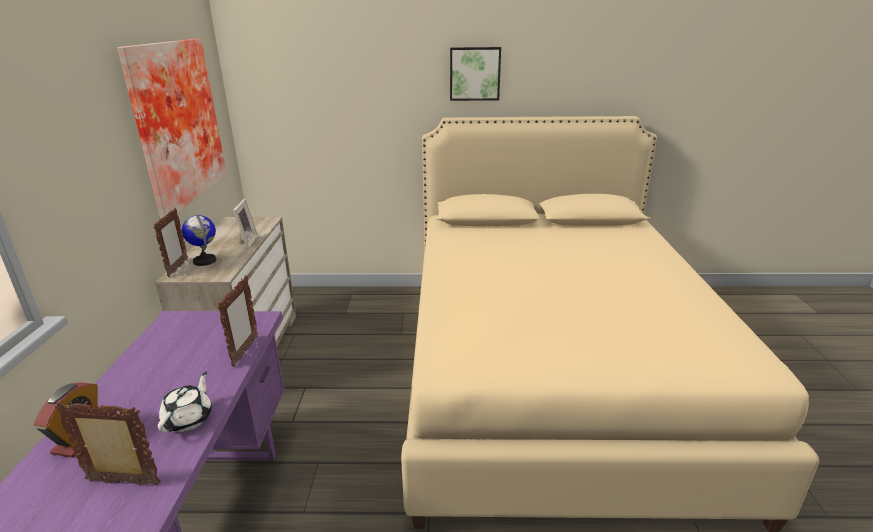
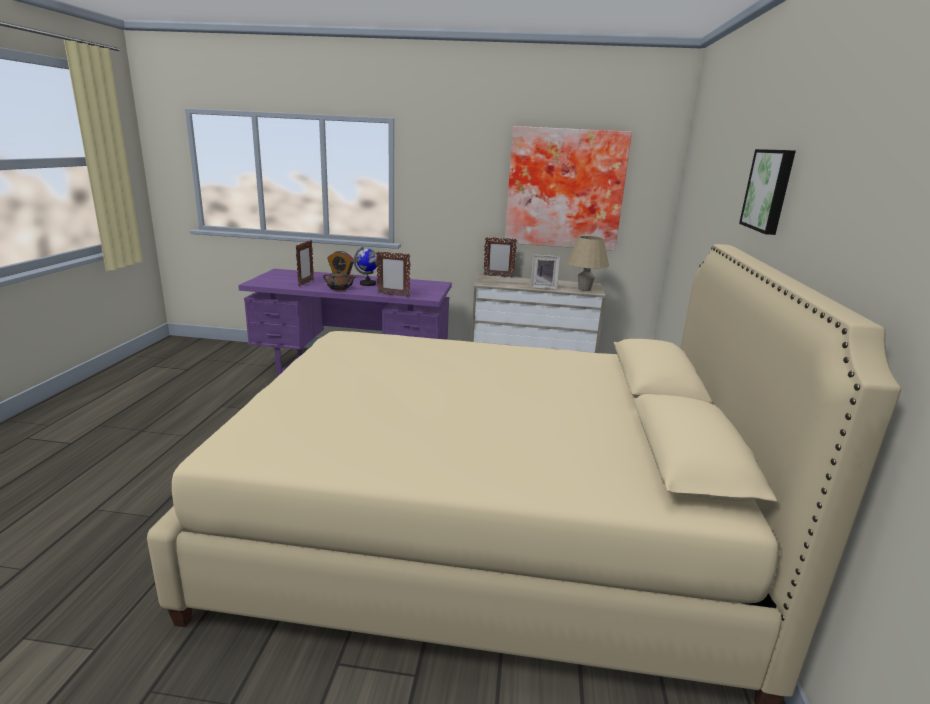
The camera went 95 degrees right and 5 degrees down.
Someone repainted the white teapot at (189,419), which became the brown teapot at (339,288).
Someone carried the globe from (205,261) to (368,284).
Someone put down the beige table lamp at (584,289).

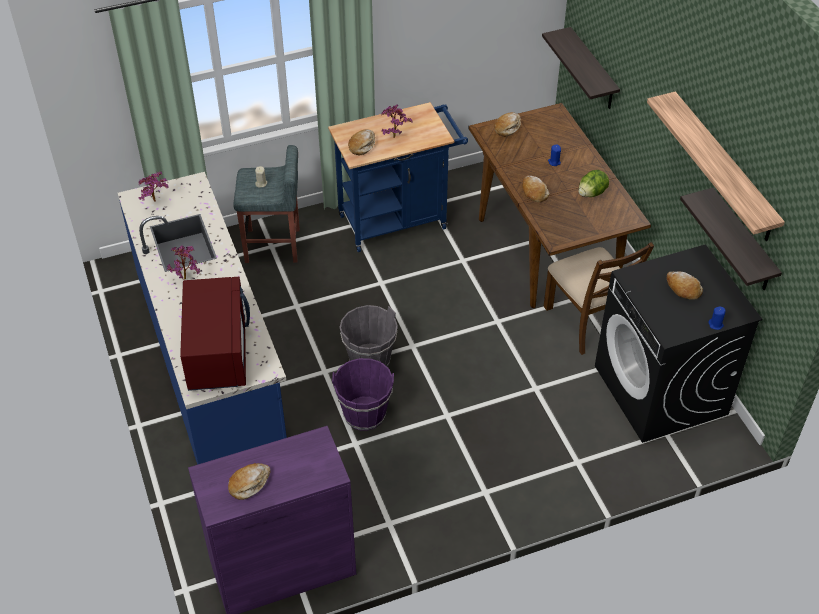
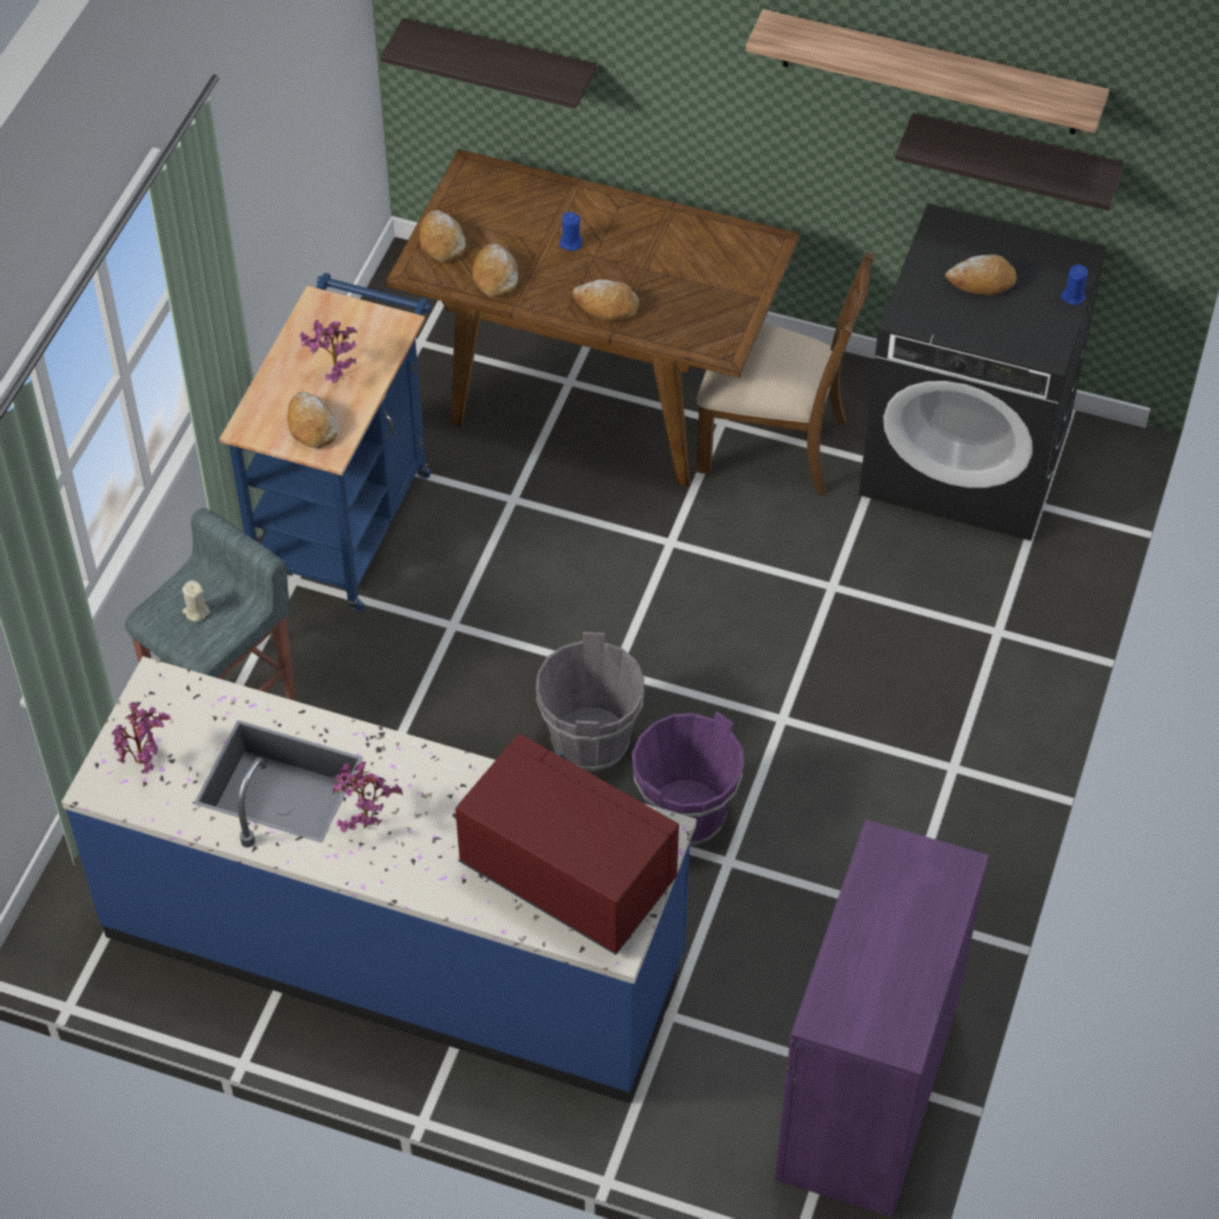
The camera went 50 degrees left and 5 degrees up.
Someone carried the bread from (249,484) to (495,276).
Someone took away the lettuce at (591,193).

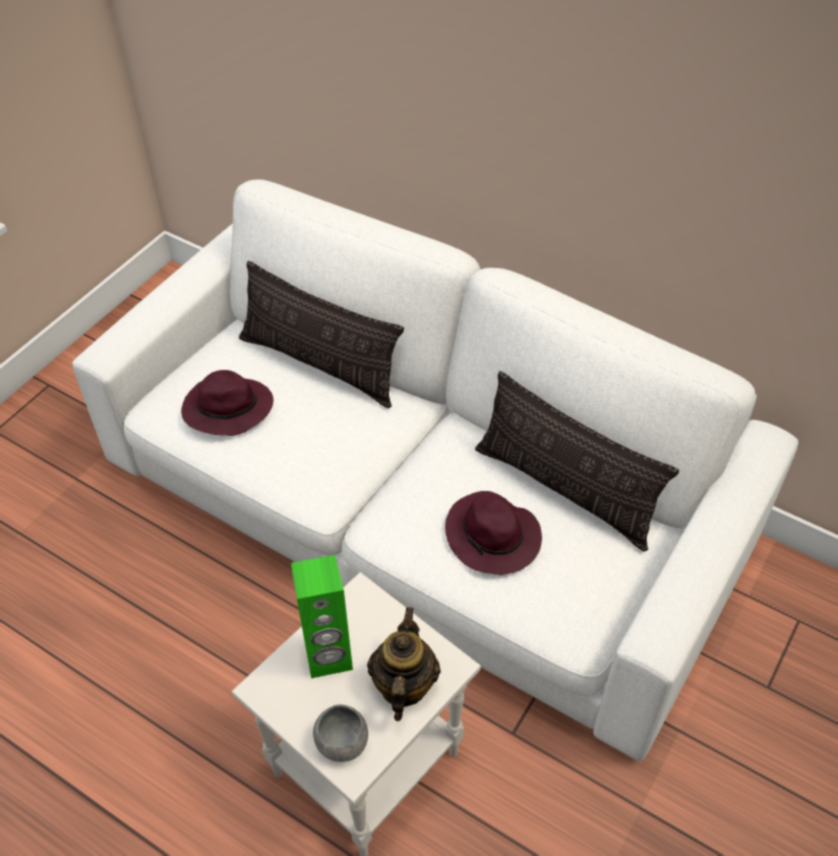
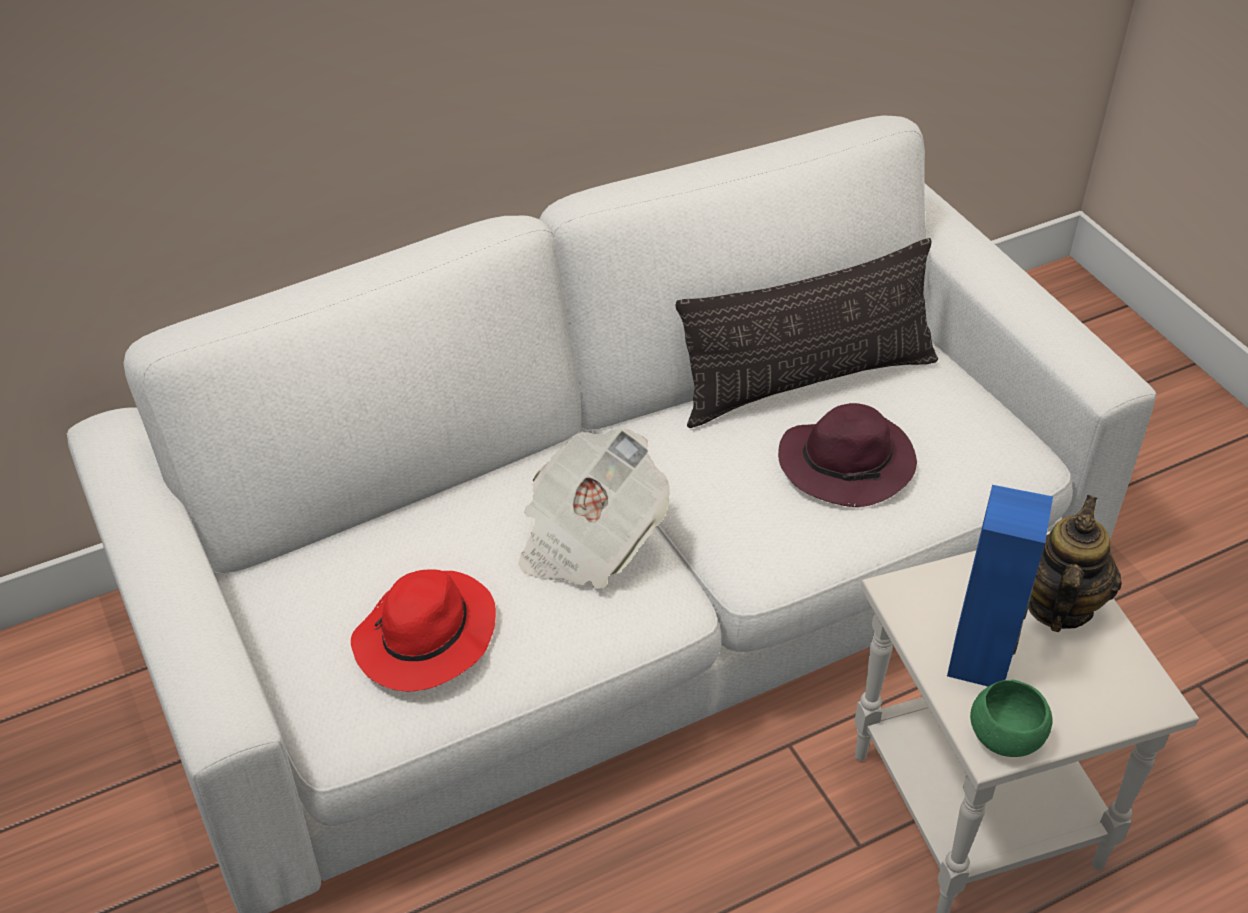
The camera went 60 degrees left and 5 degrees down.
Someone repainted the purple hat at (226,410), which became the red hat at (425,639).
Someone took away the pillow at (320,364).
Someone repainted the green speaker at (329,657), which became the blue speaker at (980,660).
Someone took away the grey bowl at (342,742).
Someone rotated the teapot at (403,685) by 75 degrees clockwise.
Someone put down the newspaper at (588,538).
Someone put down the green bowl at (1006,738).

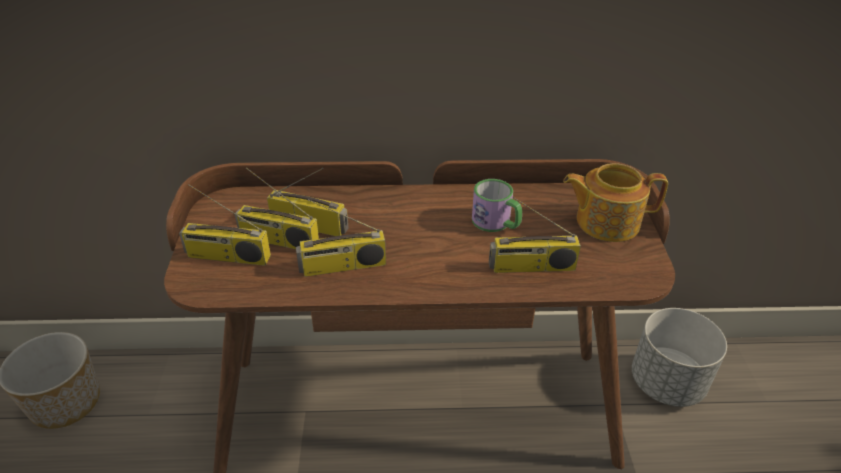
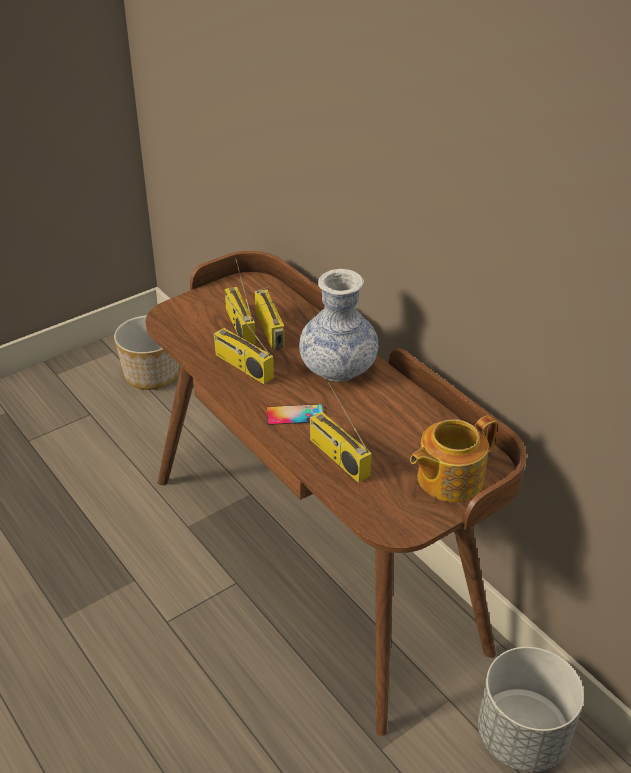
The camera went 55 degrees right and 0 degrees up.
Someone took away the radio at (227,257).
Someone took away the mug at (496,223).
Someone rotated the teapot at (605,221) by 90 degrees counterclockwise.
Someone put down the phone at (295,415).
Someone put down the vase at (338,369).

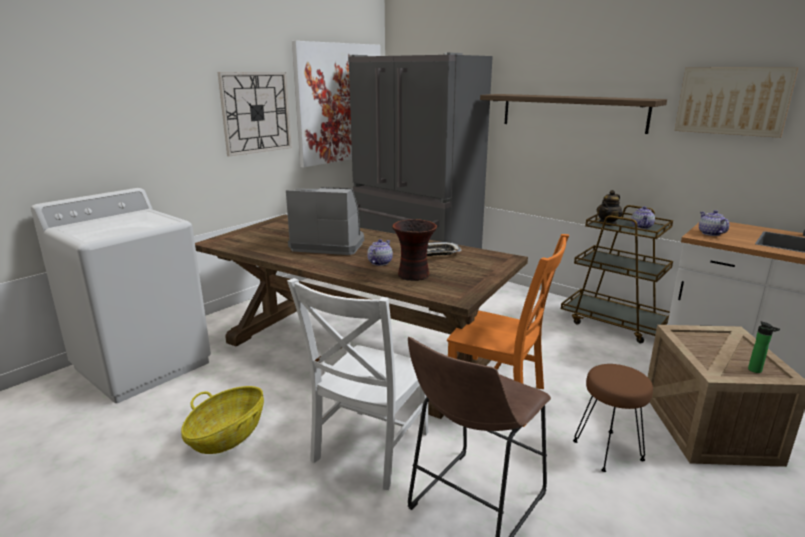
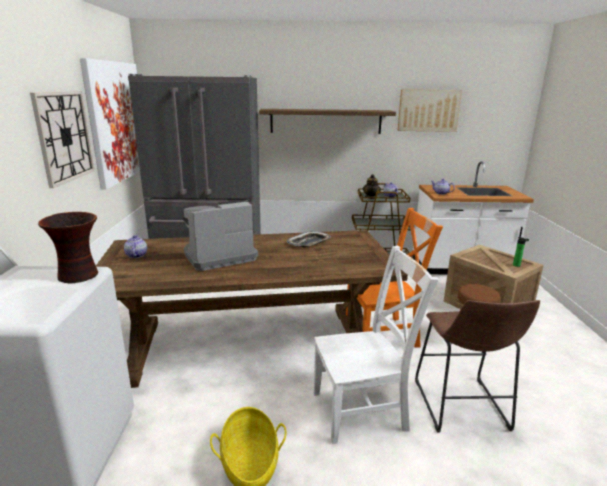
The camera went 40 degrees left and 0 degrees up.
Someone rotated the white chair at (368,449) by 90 degrees counterclockwise.
Someone carried the teapot from (379,262) to (136,255).
Someone carried the vase from (414,275) to (79,276).

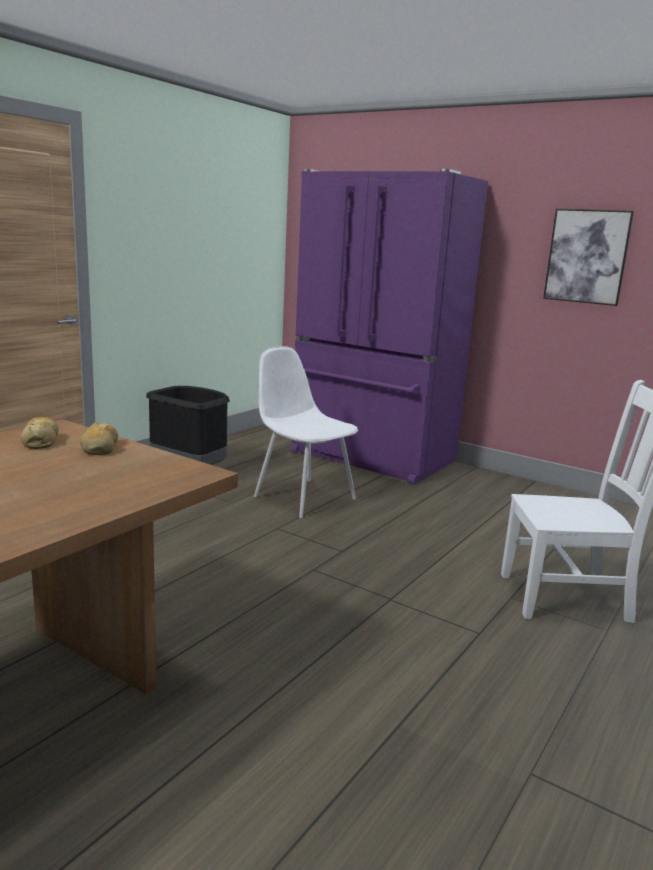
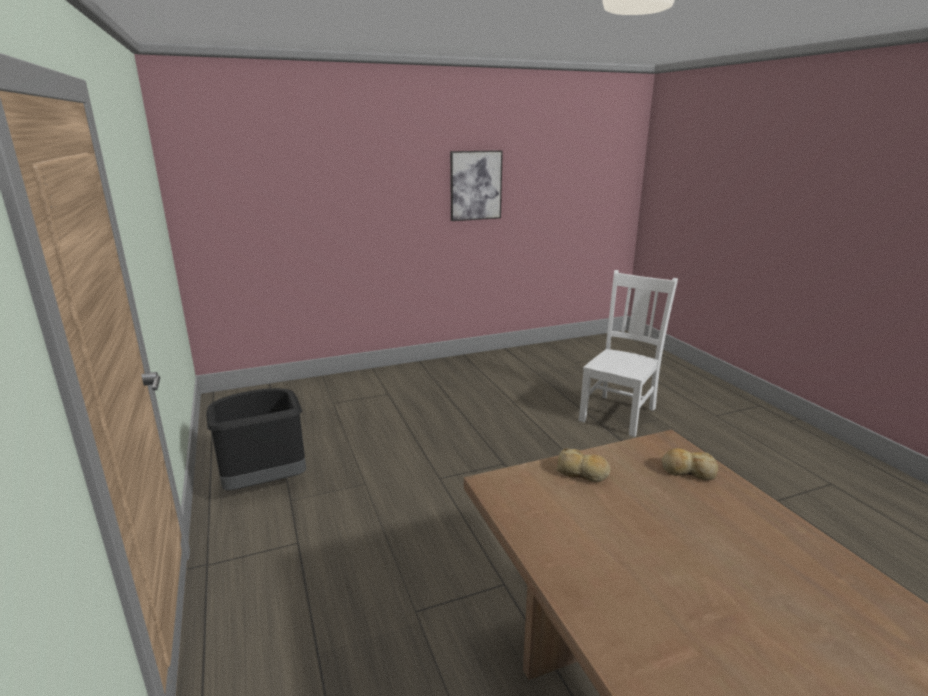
The camera went 55 degrees left and 5 degrees up.
Someone carried the bread from (40,441) to (687,471).
Someone took away the white chair at (303,497).
Someone took away the purple fridge at (370,458).

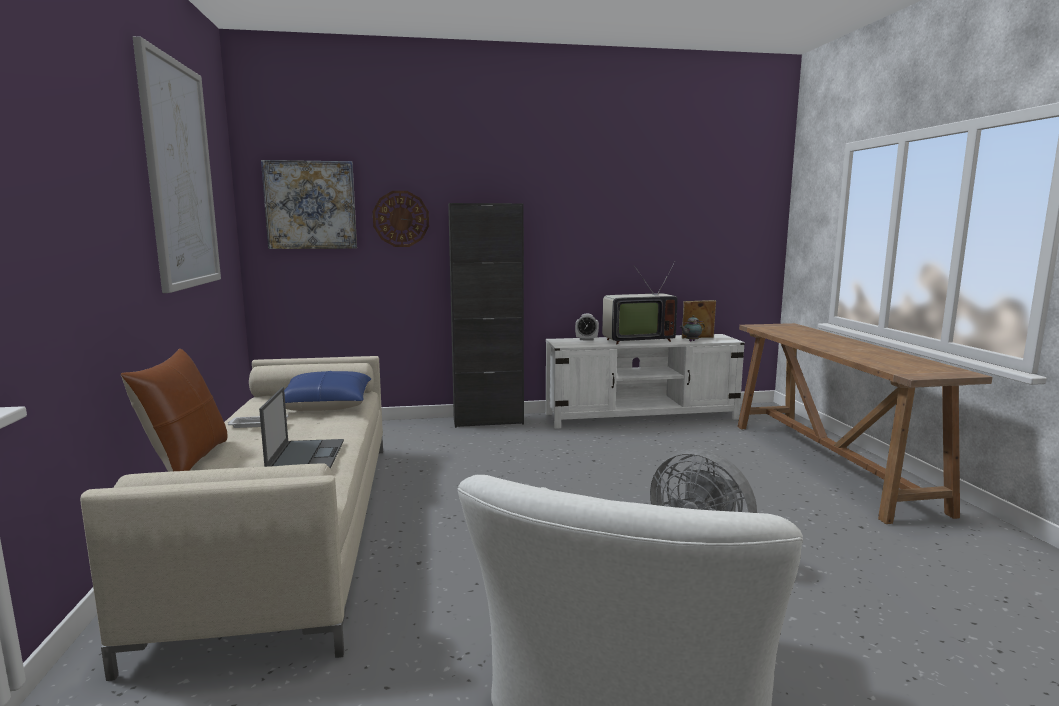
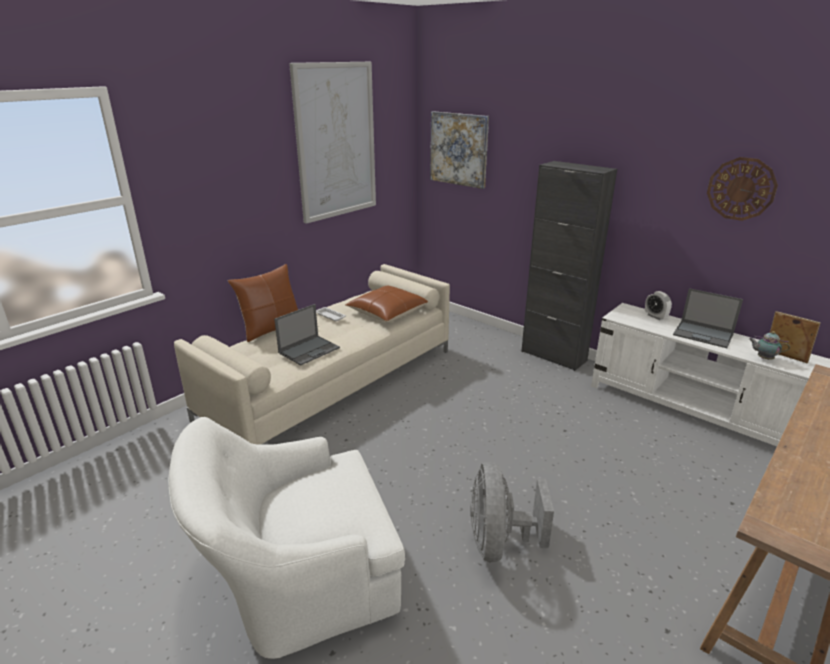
The camera went 50 degrees right and 15 degrees up.
Someone repainted the blue pillow at (325,405), which became the brown pillow at (387,313).
Someone carried the wall clock from (401,219) to (741,189).
Someone swapped the television at (636,340) for the laptop at (704,334).

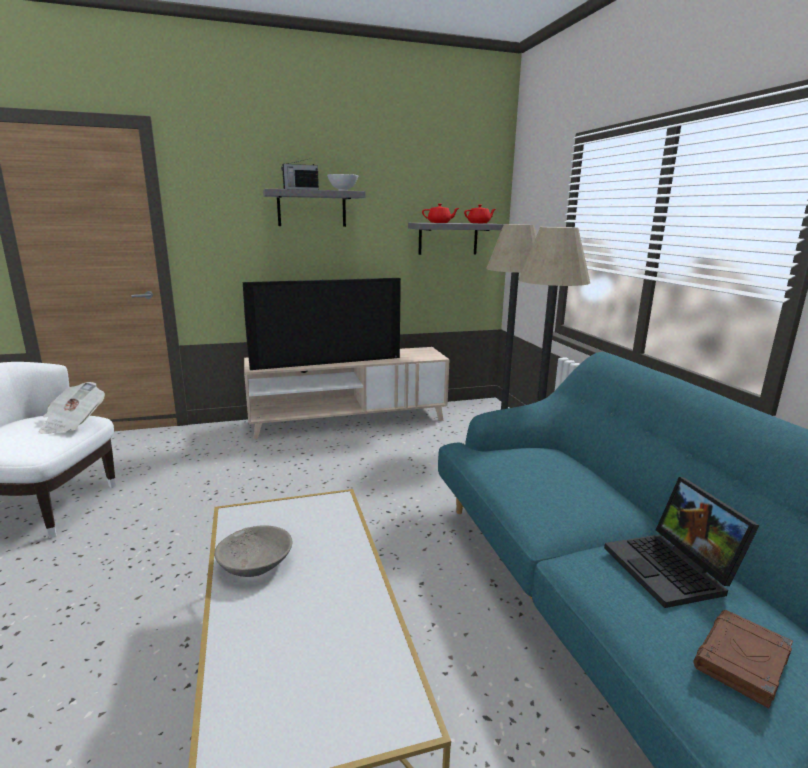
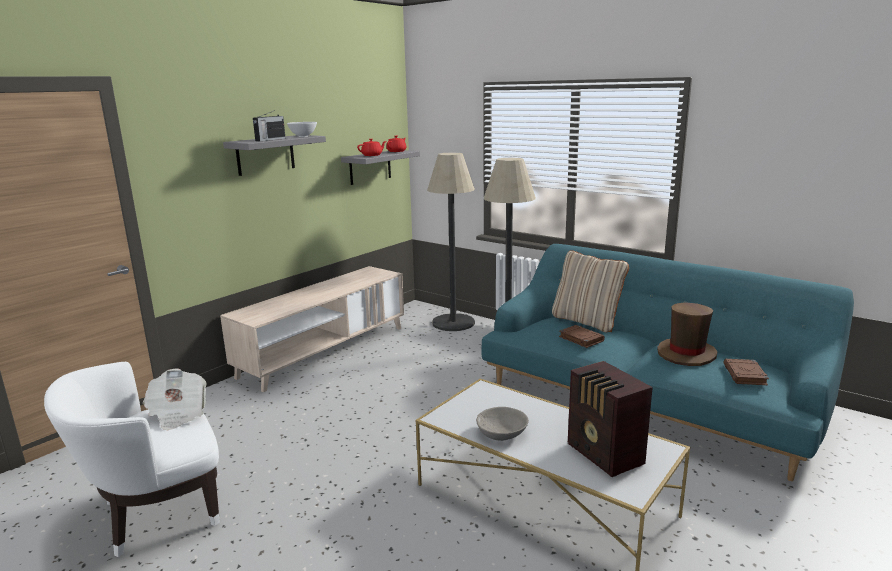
The camera went 35 degrees left and 0 degrees up.
Someone took away the television at (327,361).
Someone swapped the laptop at (673,570) for the brown hat at (686,354).
Someone put down the beige pillow at (587,321).
Someone put down the brown book at (580,339).
Someone put down the radio at (605,455).

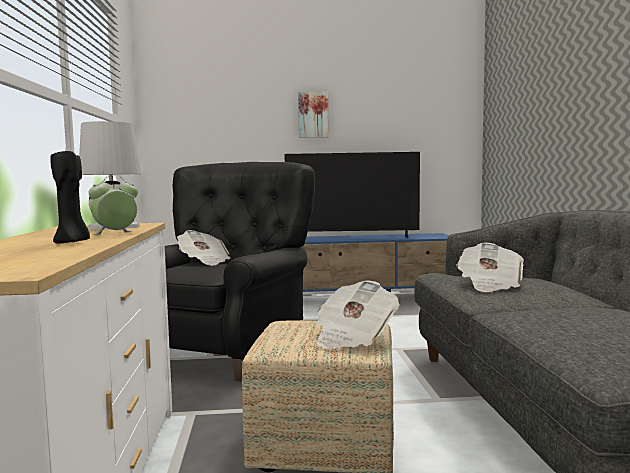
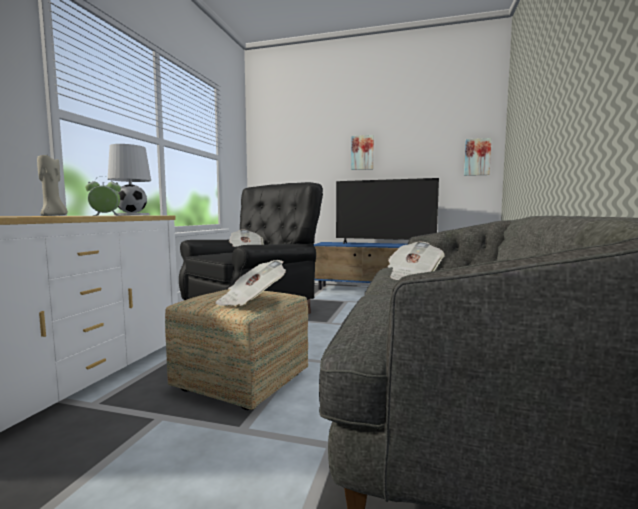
The camera went 20 degrees right and 0 degrees up.
Someone repainted the black candle at (72,242), which became the beige candle at (53,215).
Someone put up the picture at (477,157).

